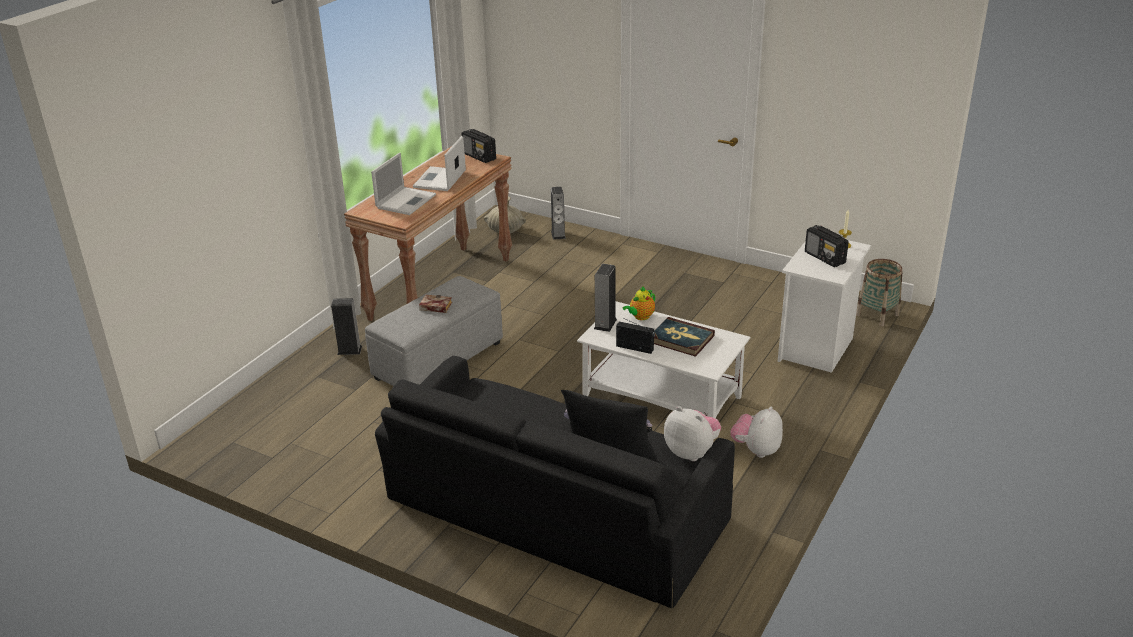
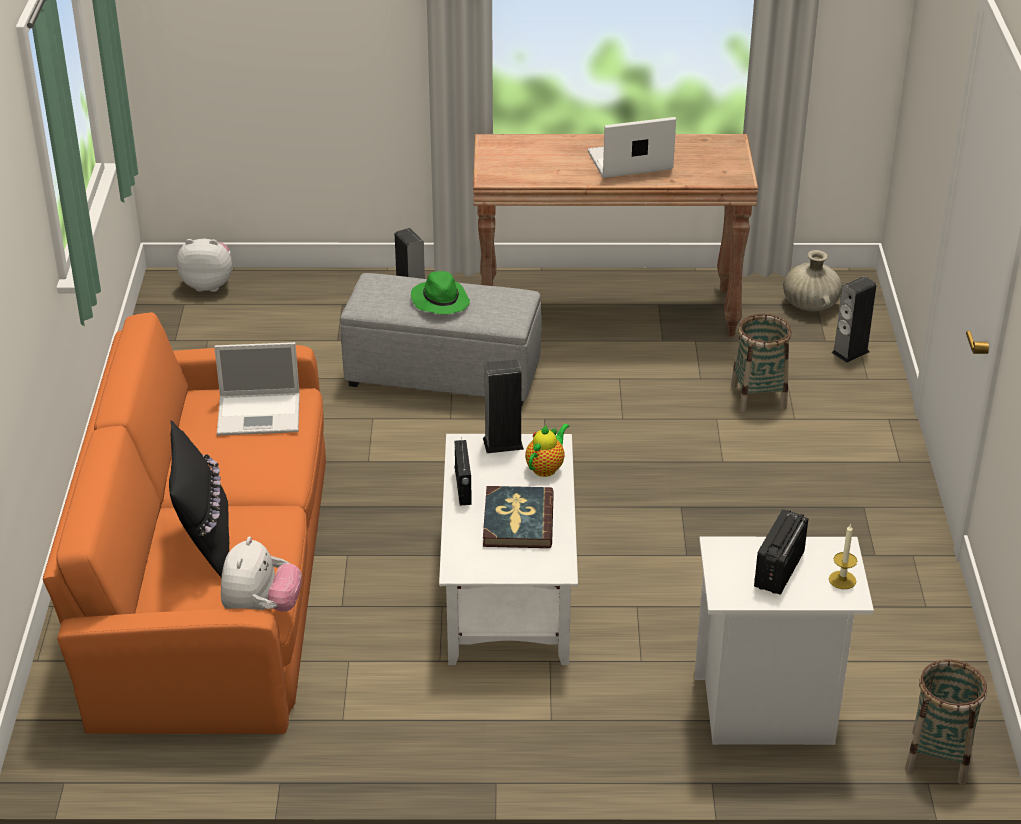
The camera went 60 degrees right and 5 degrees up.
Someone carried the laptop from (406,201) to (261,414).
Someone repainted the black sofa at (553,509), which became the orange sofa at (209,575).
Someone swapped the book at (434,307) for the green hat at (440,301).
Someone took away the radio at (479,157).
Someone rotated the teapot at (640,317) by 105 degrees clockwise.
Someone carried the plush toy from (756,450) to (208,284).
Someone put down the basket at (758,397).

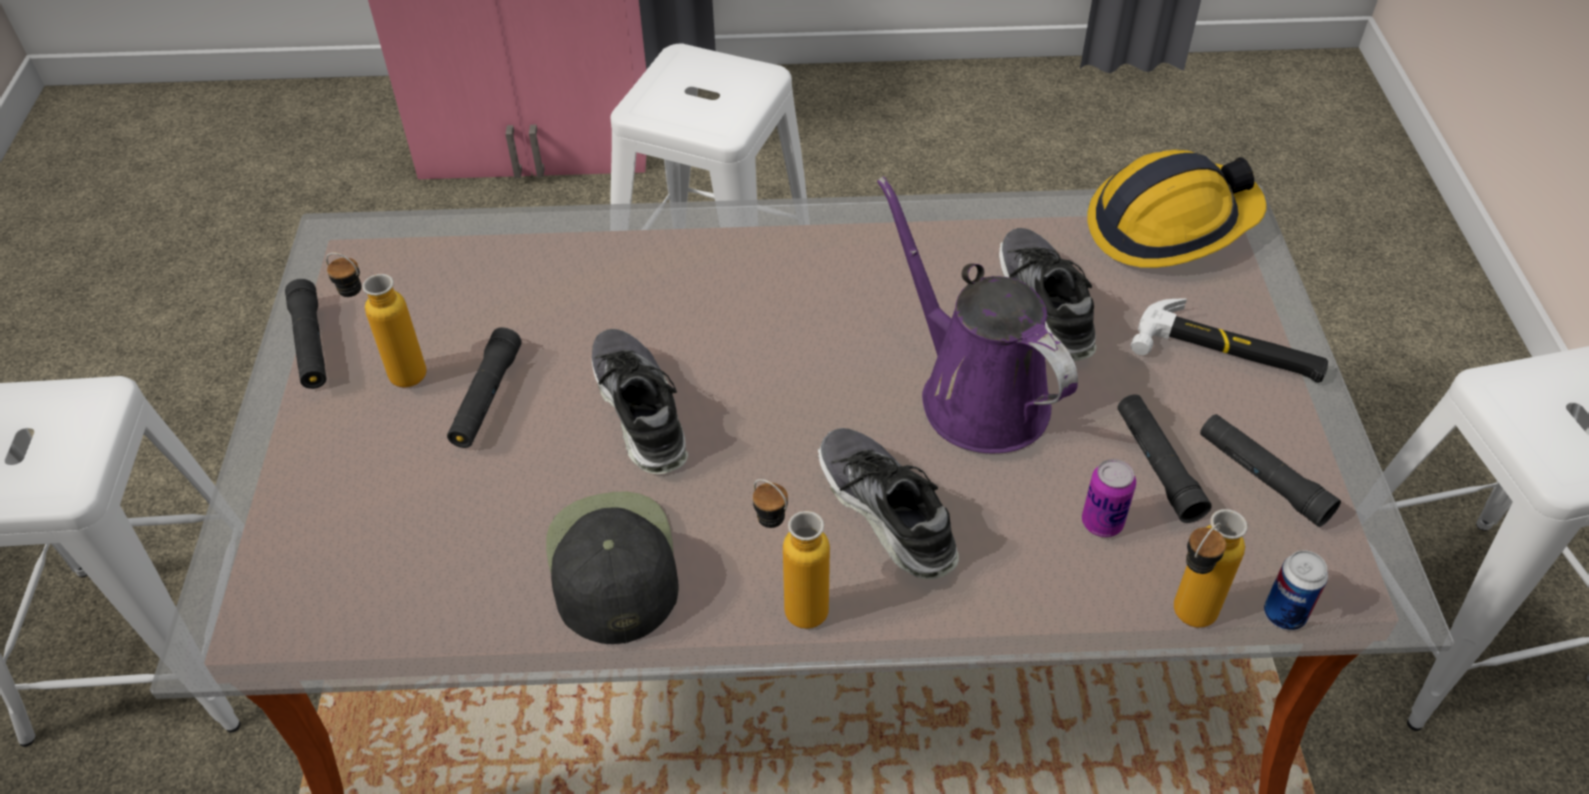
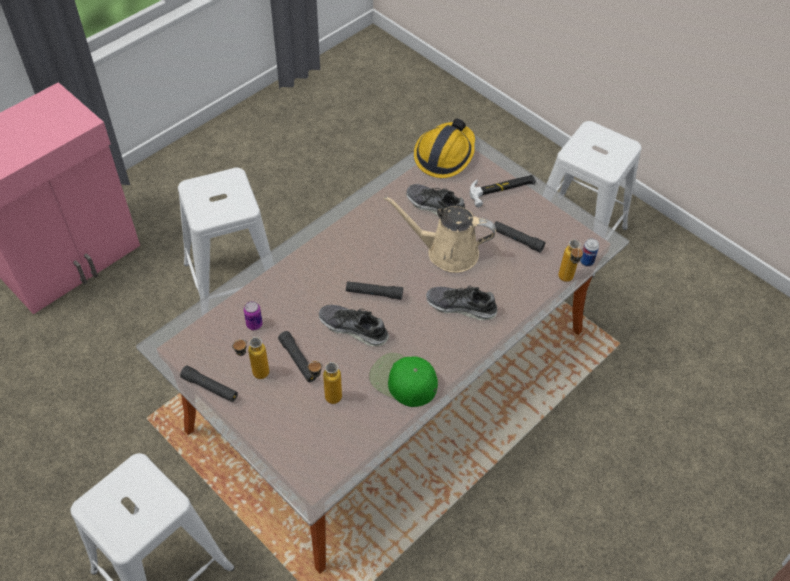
The camera went 45 degrees left and 5 degrees up.
Someone repainted the black cap at (611,565), which became the green cap at (402,380).
Someone carried the bottle from (791,602) to (326,398).
Someone repainted the purple watering can at (975,394), which became the beige watering can at (447,252).
Someone carried the can from (1102,523) to (254,324).
Someone carried the black flashlight from (1262,477) to (374,293).

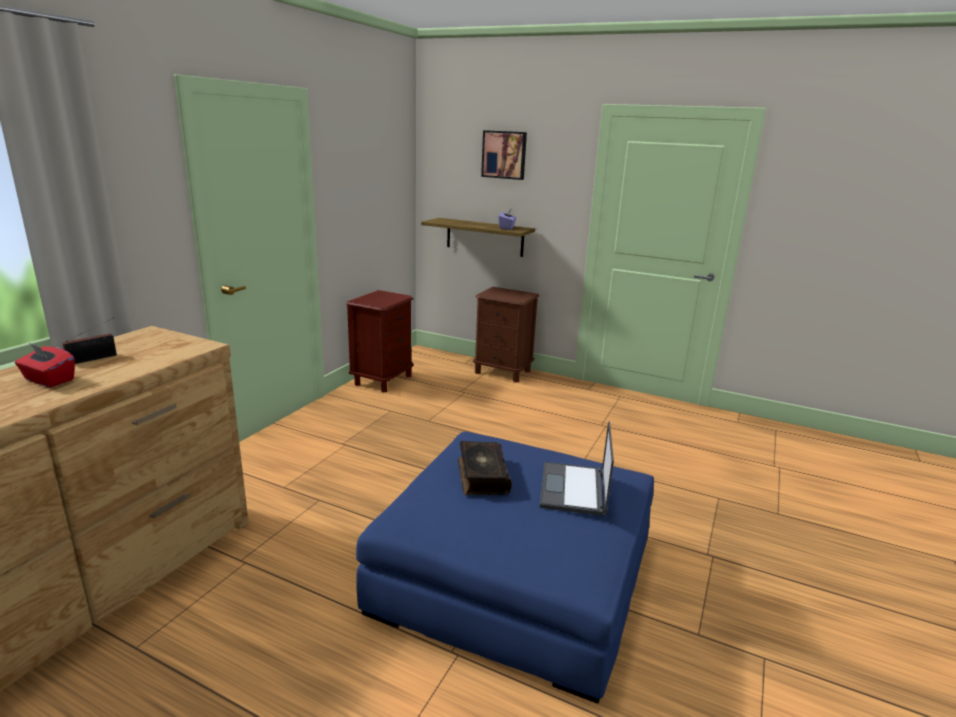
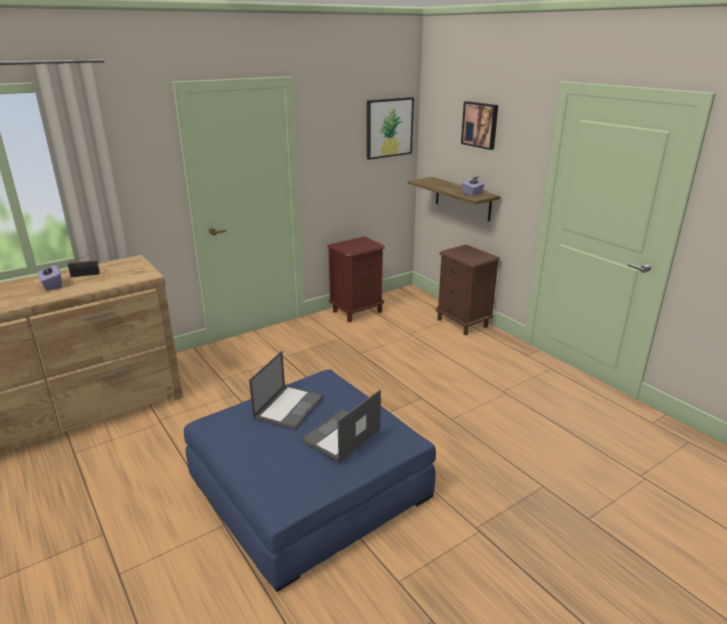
The camera went 30 degrees right and 5 degrees up.
Someone repainted the red tissue box at (49,380), which became the purple tissue box at (51,285).
Someone swapped the book at (481,476) for the laptop at (289,407).
Someone put up the picture at (389,127).

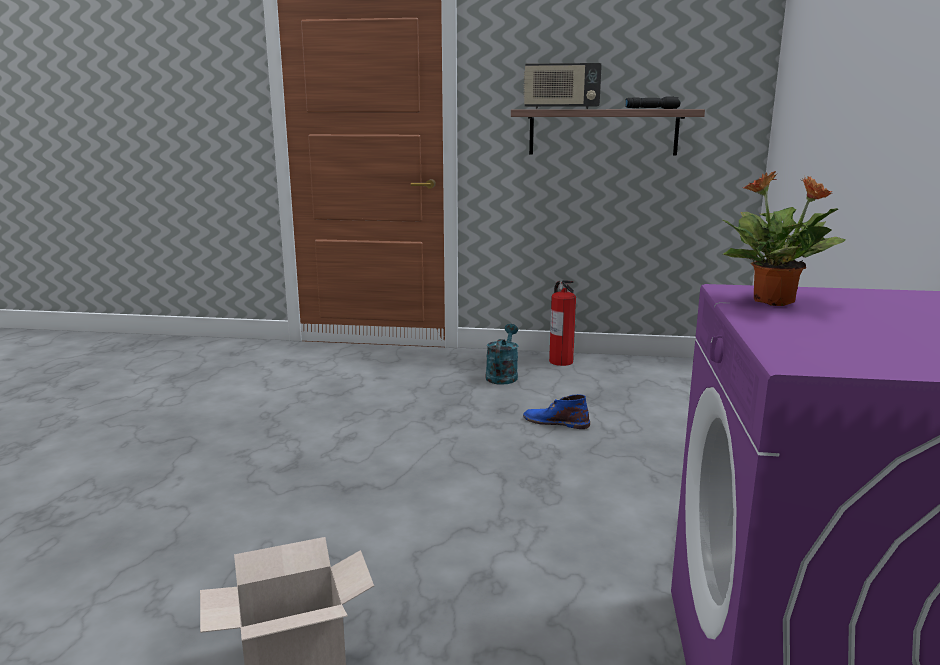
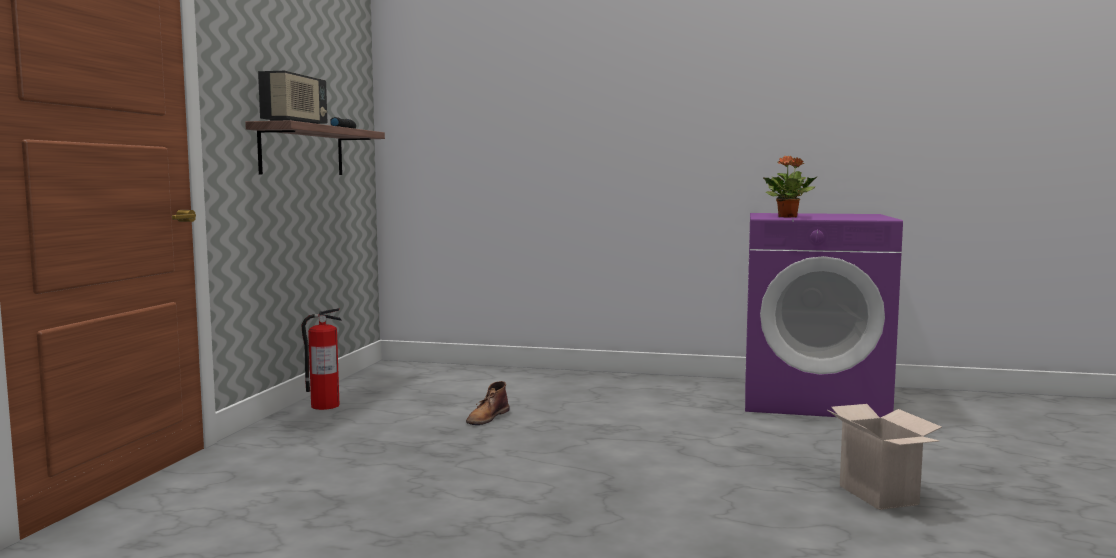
The camera went 85 degrees left and 10 degrees down.
Someone took away the turquoise watering can at (502,375).
Someone repainted the blue boot at (555,422), which became the brown boot at (487,417).

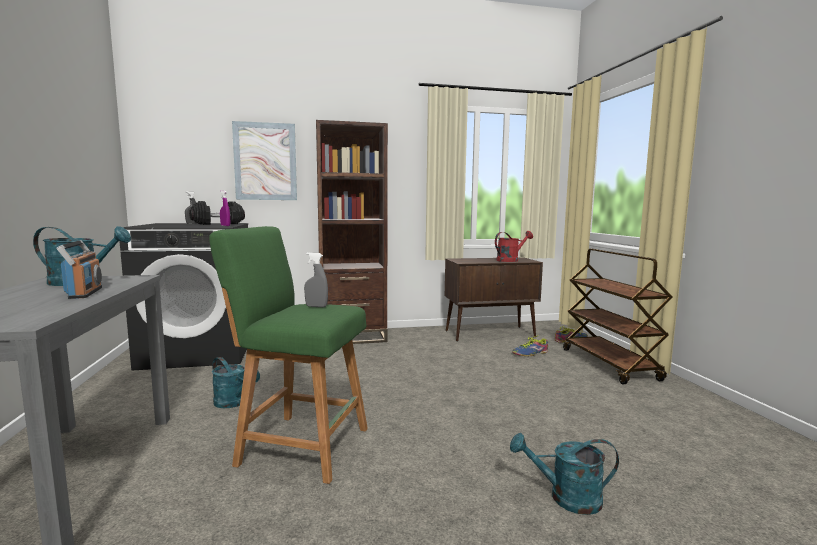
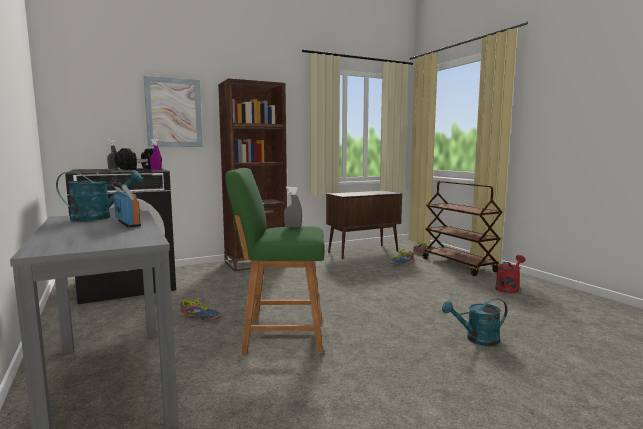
The camera went 15 degrees left and 0 degrees up.
Someone swapped the turquoise watering can at (234,403) for the shoe at (200,316).
Someone carried the red watering can from (510,260) to (508,288).

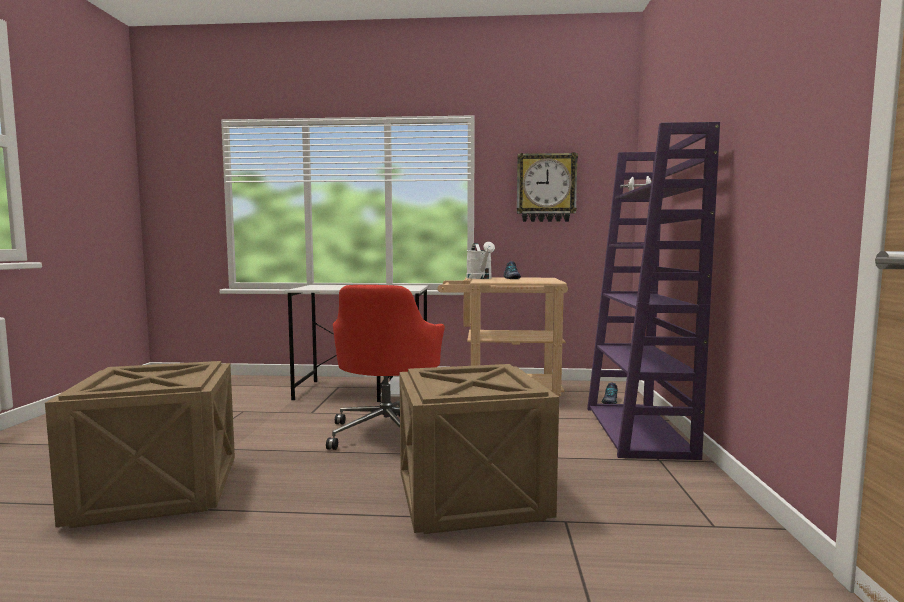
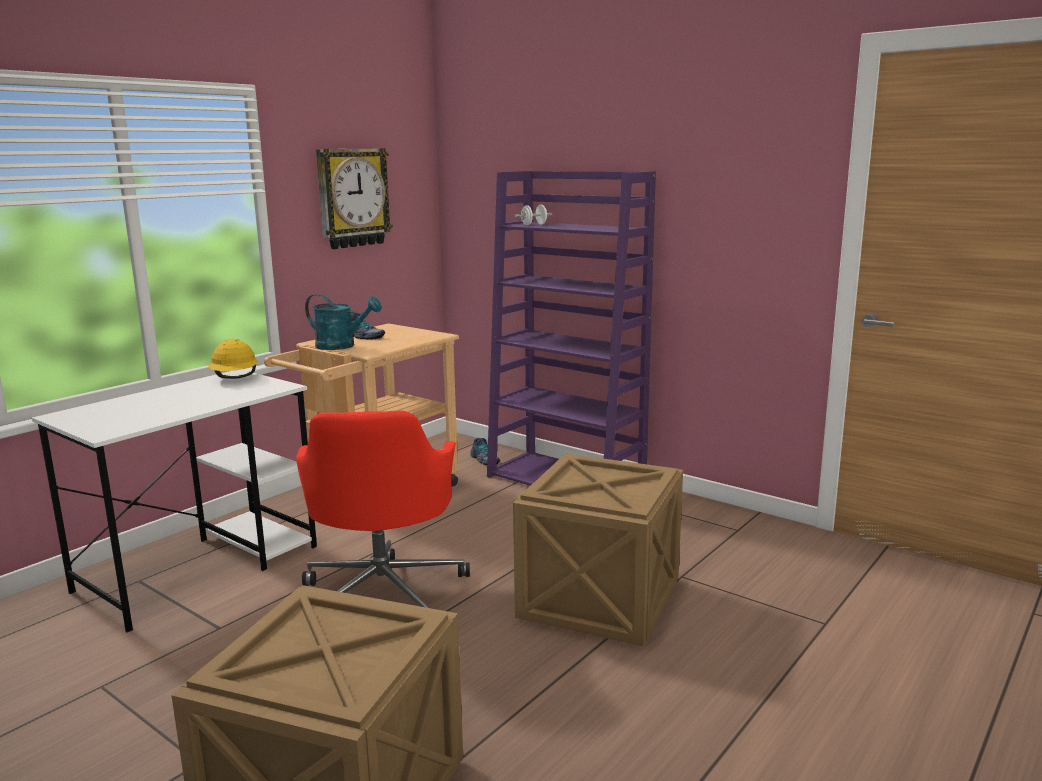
The camera went 55 degrees left and 10 degrees up.
Someone rotated the red office chair at (388,432) by 45 degrees clockwise.
Someone repainted the white watering can at (480,278), which became the turquoise watering can at (342,346).
Someone put down the yellow hard hat at (235,378).

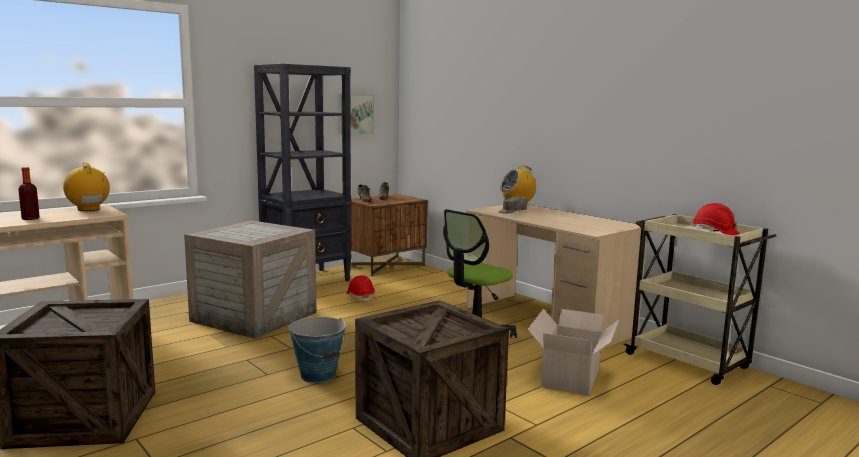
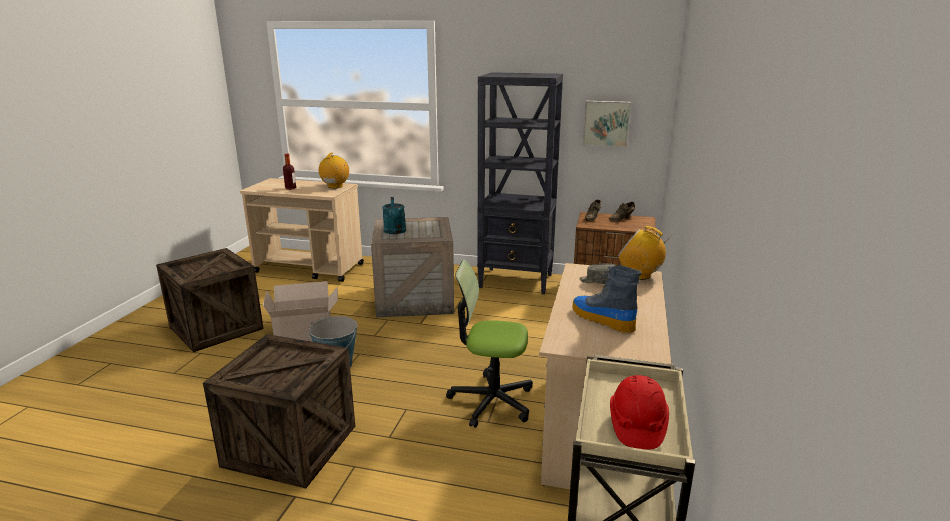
The camera went 55 degrees right and 10 degrees up.
Someone took away the red hard hat at (360,297).
Someone carried the cardboard box from (571,376) to (306,334).
Someone put down the turquoise watering can at (395,232).
Someone put down the boot at (601,319).

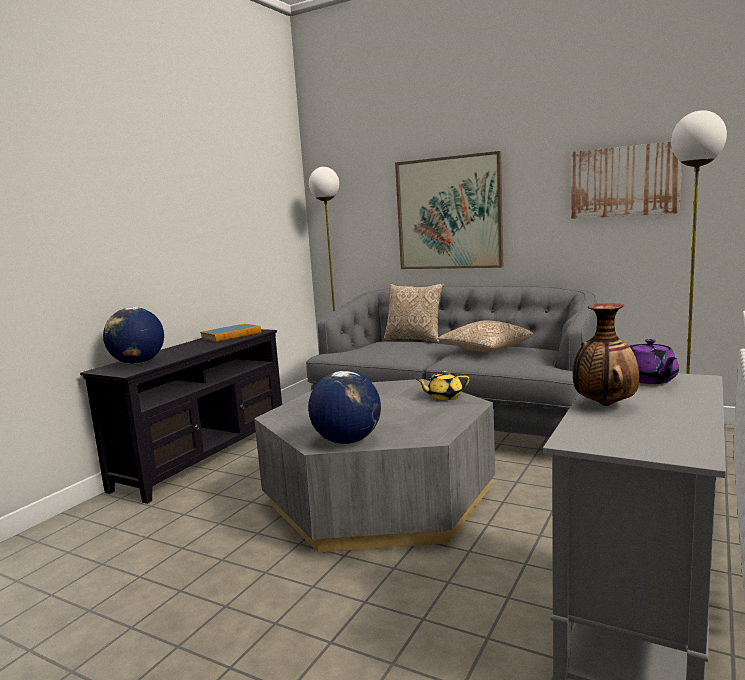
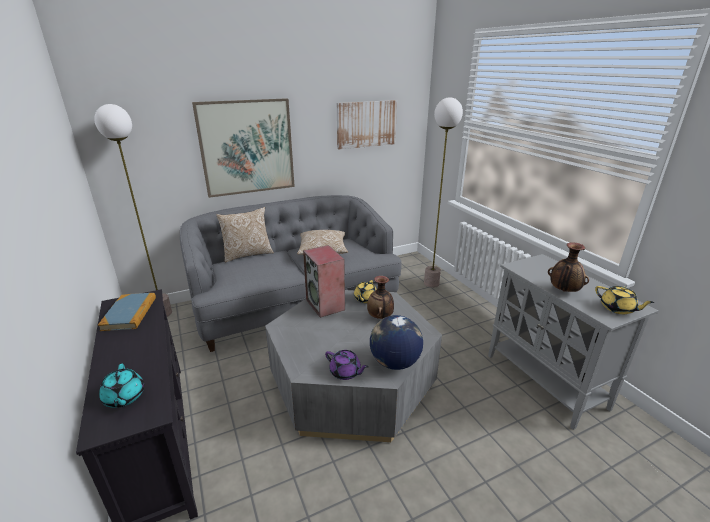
The camera went 55 degrees left and 15 degrees up.
Someone swapped the globe at (137,363) for the turquoise teapot at (124,397).
Someone carried the purple teapot from (649,380) to (345,372).
Someone put down the speaker at (326,305).
Someone put down the vase at (380,317).
Someone put down the yellow teapot at (617,308).

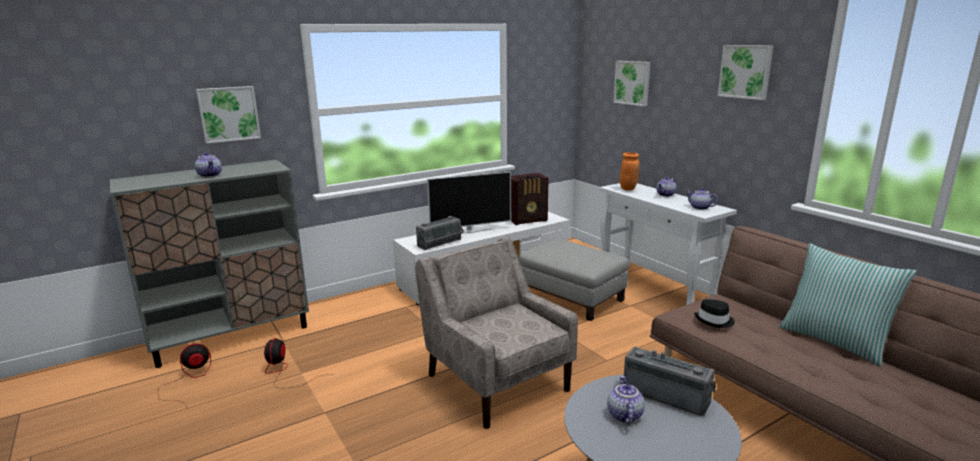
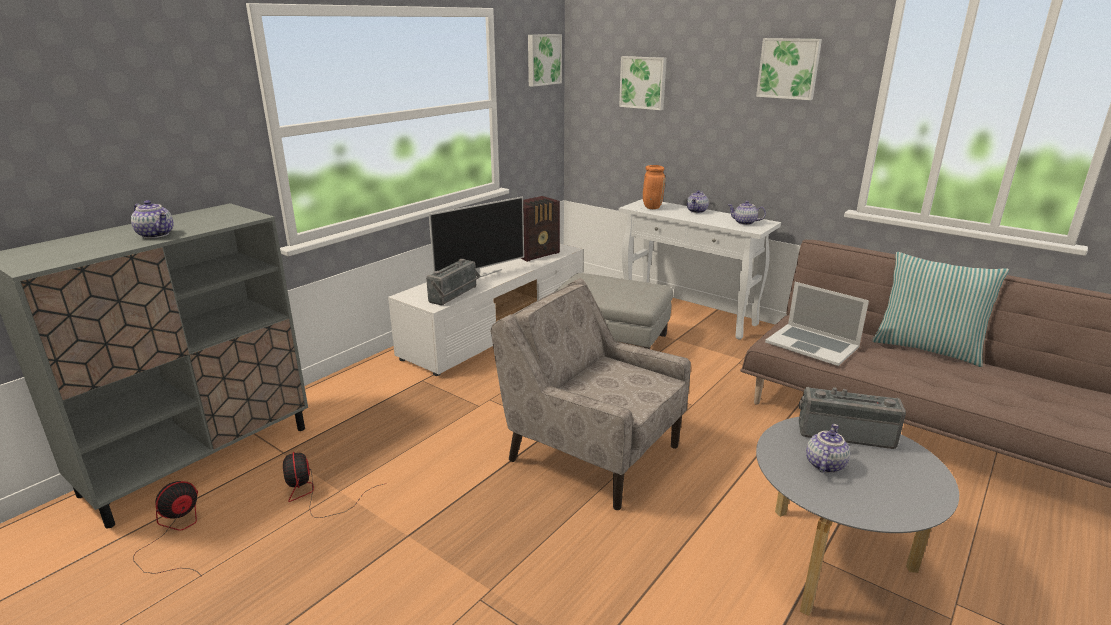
The camera went 20 degrees left and 5 degrees up.
Someone carried the picture from (228,114) to (543,59).
Someone rotated the teapot at (623,415) by 45 degrees clockwise.
Someone swapped the black hat at (714,321) for the laptop at (812,344).

